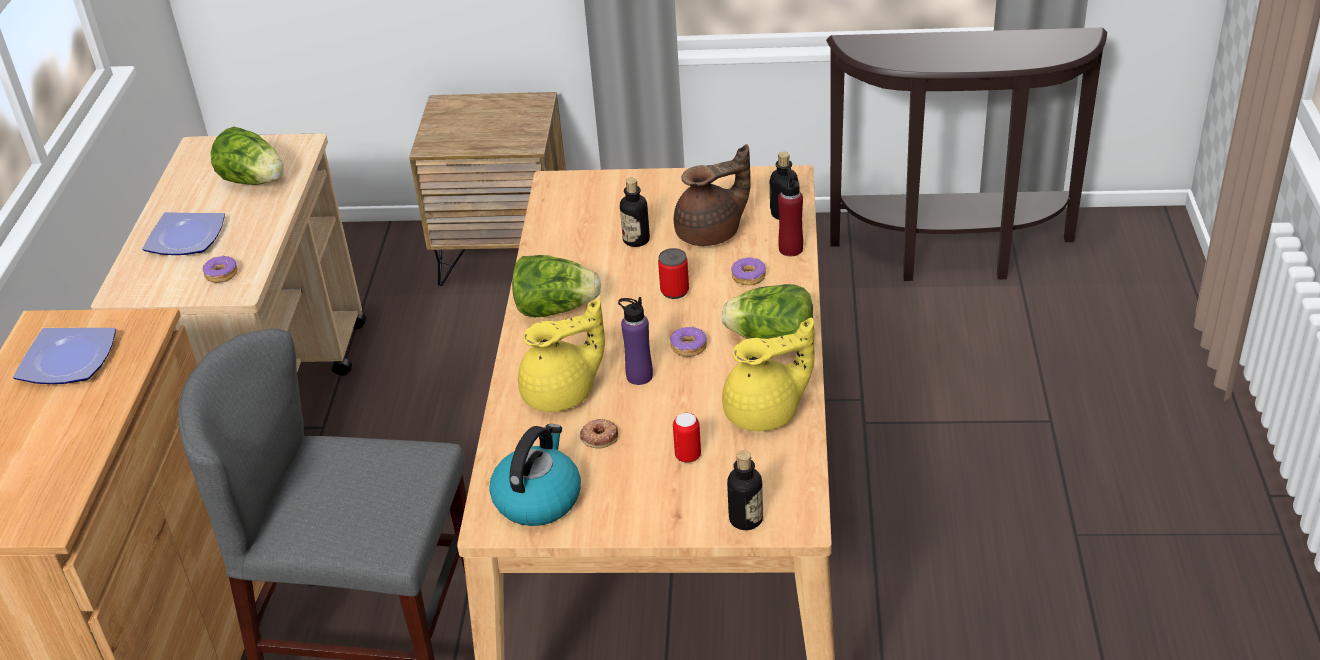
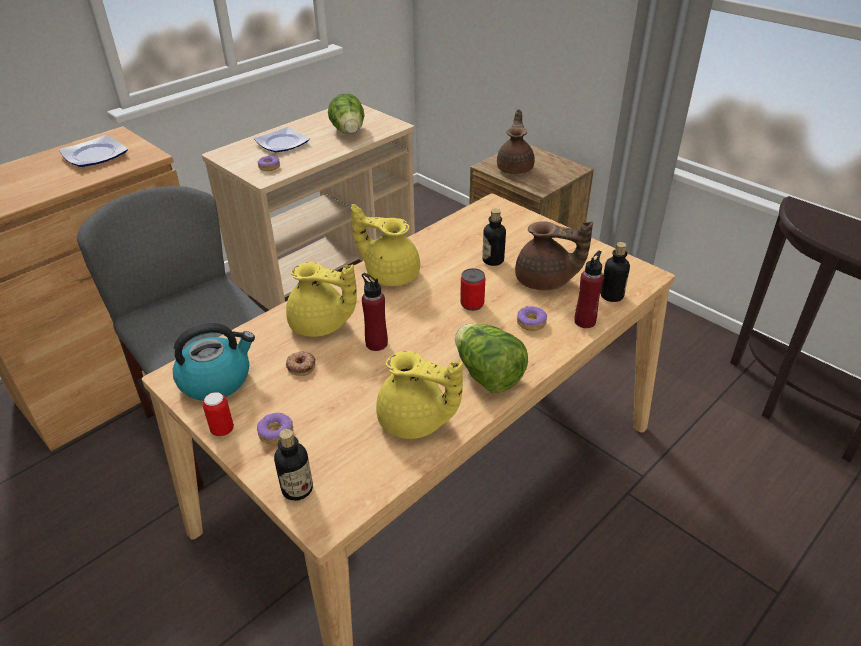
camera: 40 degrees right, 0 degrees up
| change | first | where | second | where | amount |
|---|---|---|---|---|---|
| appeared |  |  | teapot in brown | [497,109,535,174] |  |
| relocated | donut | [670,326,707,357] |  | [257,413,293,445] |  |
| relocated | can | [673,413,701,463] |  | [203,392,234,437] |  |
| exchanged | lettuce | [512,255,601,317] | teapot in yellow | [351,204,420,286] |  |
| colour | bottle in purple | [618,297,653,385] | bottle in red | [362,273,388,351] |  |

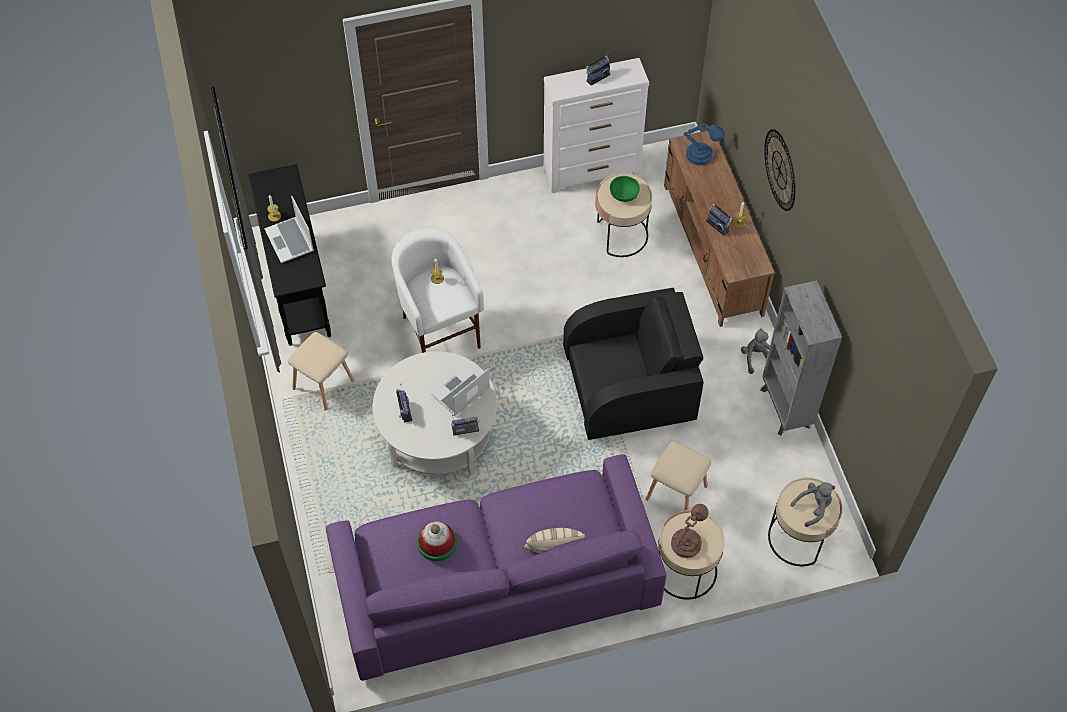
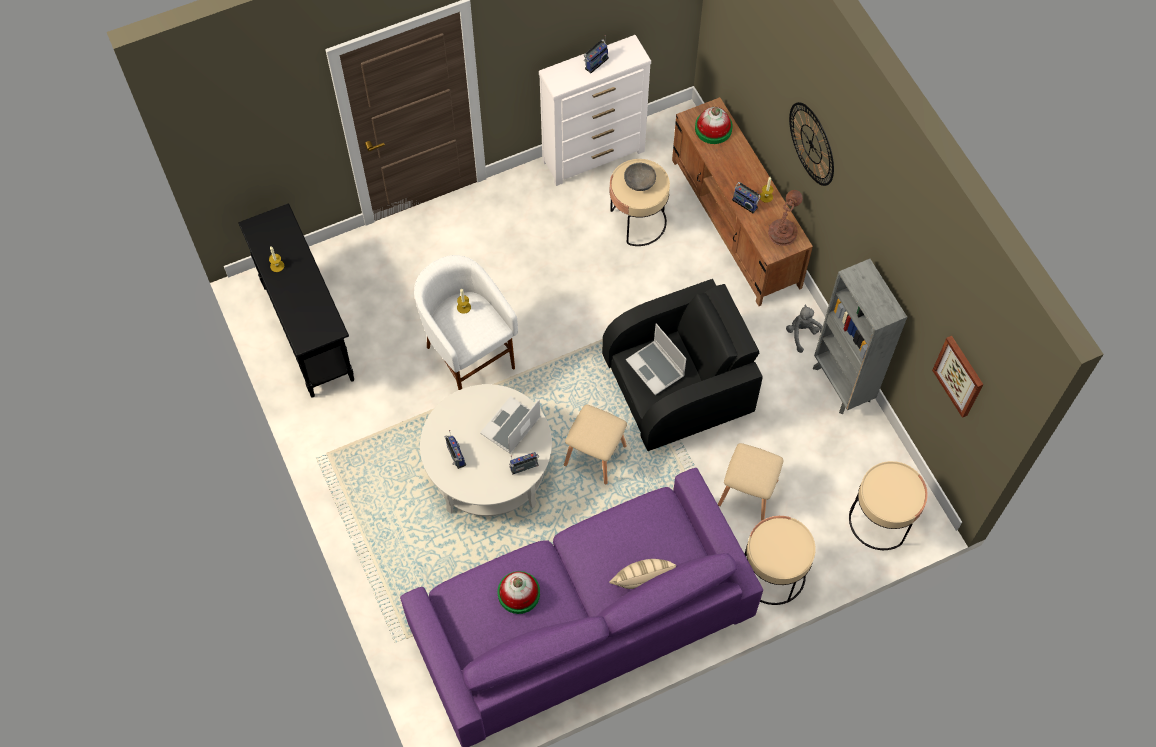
camera: 10 degrees left, 5 degrees up
| change | first | where | second | where | amount |
|---|---|---|---|---|---|
| missing | plush toy in grey | [790,482,835,527] |  |  |  |
| appeared |  |  | picture | [932,336,983,418] |  |
| relocated | laptop | [264,196,314,263] |  | [626,323,686,395] |  |
| relocated | stool in beige | [288,332,354,410] |  | [564,405,627,484] |  |
| relocated | table lamp in brown | [671,504,709,558] |  | [768,190,803,246] |  |
| exchanged | table lamp in blue | [684,123,725,166] | hat | [695,107,733,144] |  |
| colour | bowl in green | [610,176,640,202] | bowl in grey | [624,163,656,191] |  |

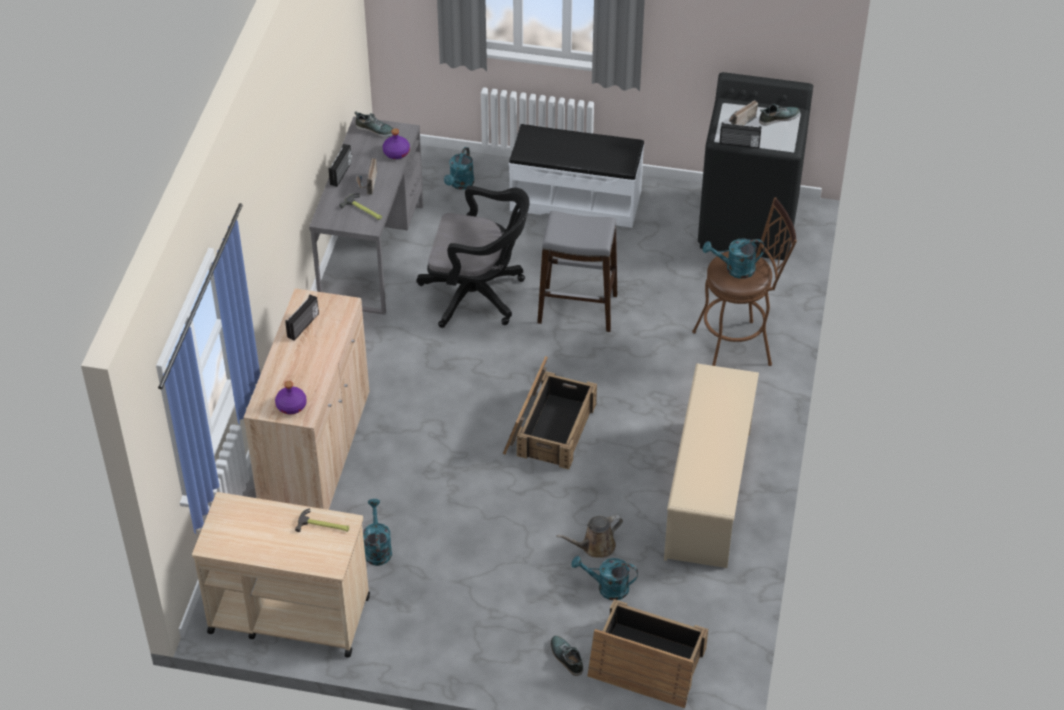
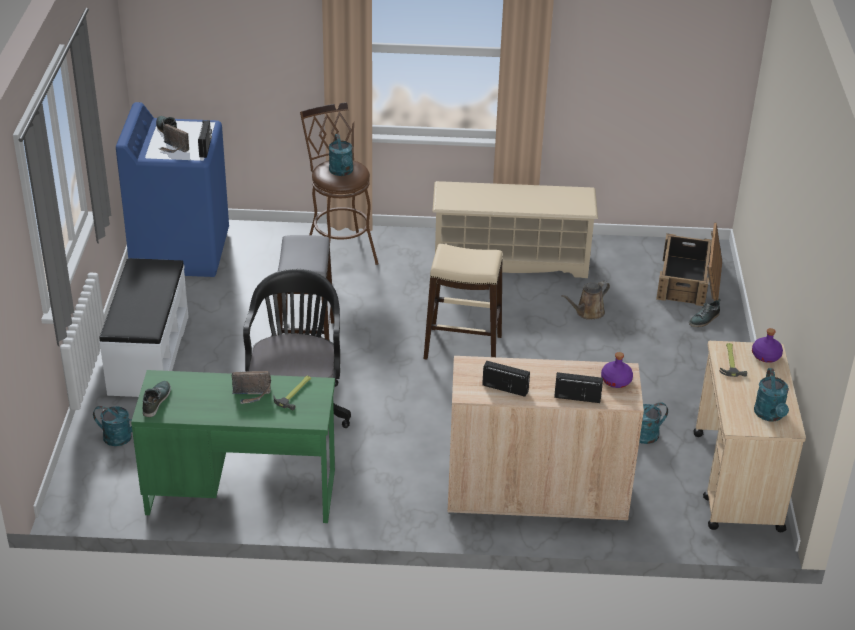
camera: 100 degrees left, 10 degrees down
| change | first | where | second | where | amount |
|---|---|---|---|---|---|
| relocated | radio | [329,144,352,187] |  | [554,372,603,403] |  |
| relocated | bottle in purple | [383,129,410,159] |  | [752,328,783,363] |  |
| relocated | watering can in turquoise | [572,556,638,600] |  | [754,368,789,422] |  |
| exchanged | crate | [503,356,597,469] | stool in beige | [424,244,503,359] |  |
| colour | desk in grey | [309,117,423,315] | desk in green | [131,370,335,523] |  |
| colour | washing machine in black | [698,72,813,260] | washing machine in blue | [116,102,229,277] |  |
| spun | watering can in brown | [556,515,623,558] |  | [561,281,610,320] | 90 degrees clockwise |

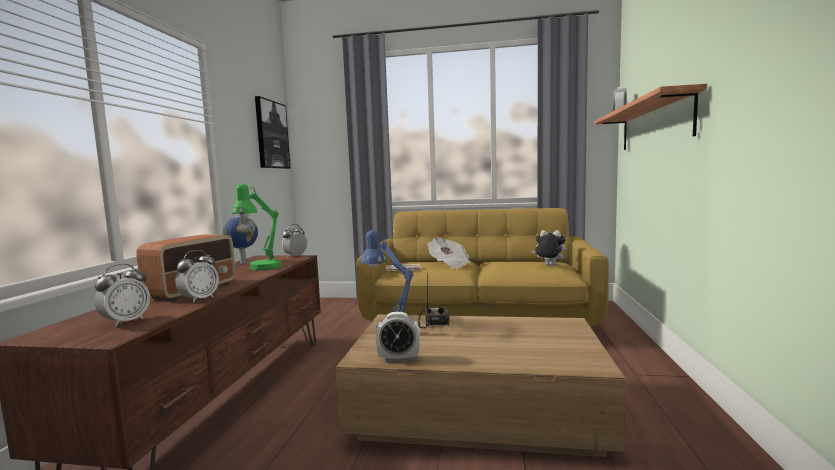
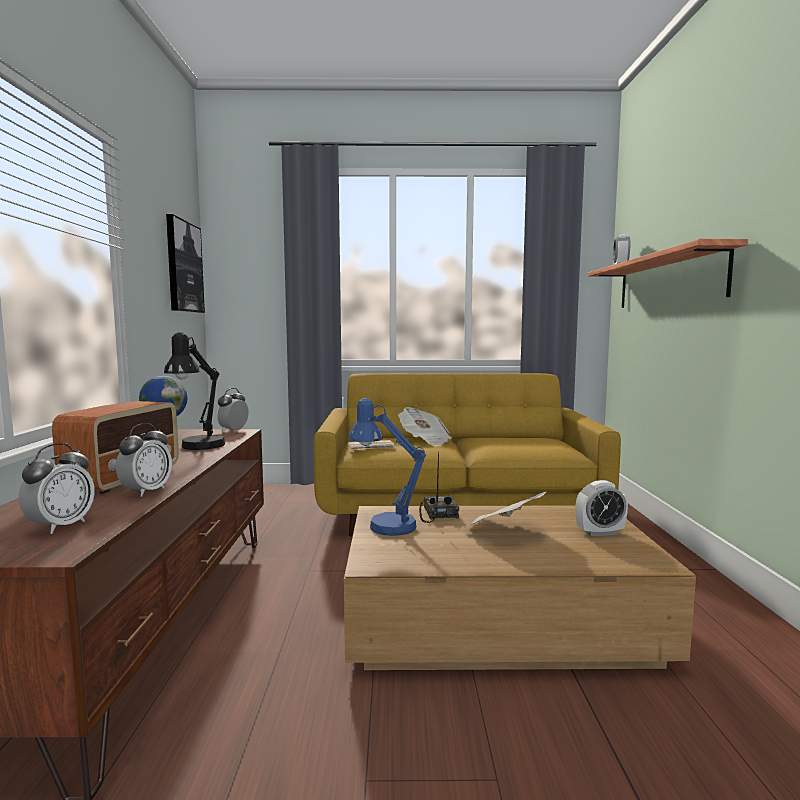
camera: 10 degrees left, 0 degrees up
| change | first | where | second | where | amount |
|---|---|---|---|---|---|
| missing | plush toy | [532,230,566,266] |  |  |  |
| appeared |  |  | newspaper | [469,492,546,525] |  |
| relocated | alarm clock | [376,312,420,362] |  | [576,480,628,536] |  |
| colour | table lamp in green | [231,183,281,270] | table lamp in black | [164,332,225,450] |  |

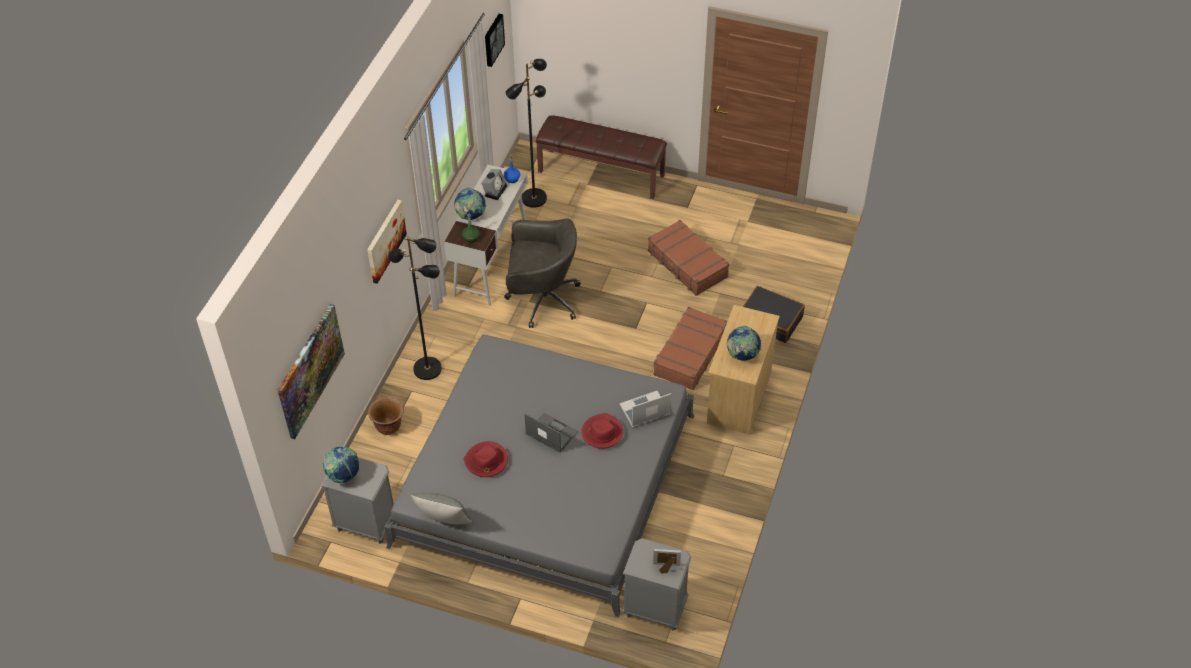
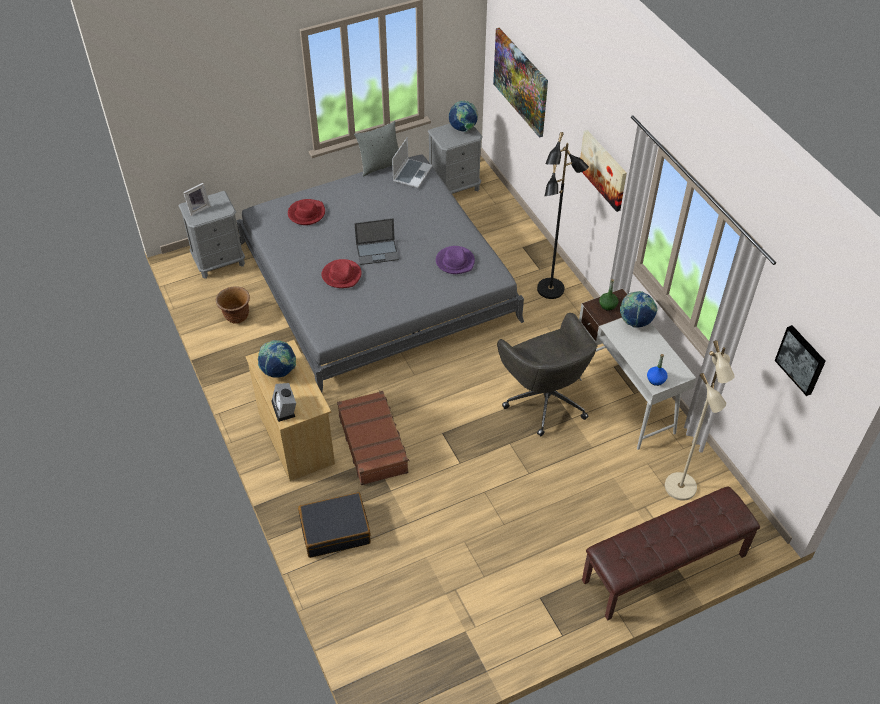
camera: 135 degrees right, 0 degrees up
| change | first | where | second | where | amount |
|---|---|---|---|---|---|
| missing | suitcase in brown | [648,220,730,296] |  |  |  |
| appeared |  |  | hat in purple | [436,246,475,274] |  |
| relocated | planter in brown | [368,396,404,435] |  | [216,286,250,324] |  |
| relocated | hat in red | [464,441,508,477] |  | [288,199,325,225] |  |
| relocated | alarm clock | [481,169,507,200] |  | [271,383,296,422] |  |
| relocated | laptop | [620,391,671,427] |  | [392,137,432,188] |  |
| colour | floor lamp in black | [506,59,547,208] | floor lamp in beige | [665,340,735,501] |  |
| spun | office chair in grey | [504,218,581,328] |  | [497,313,597,436] | 75 degrees counterclockwise |

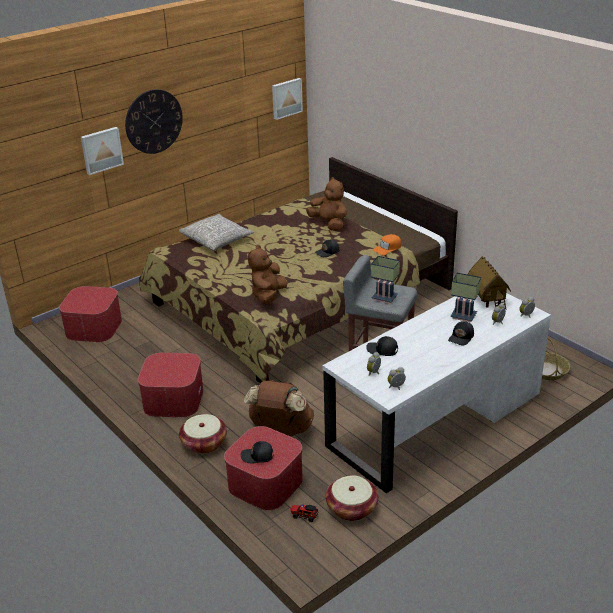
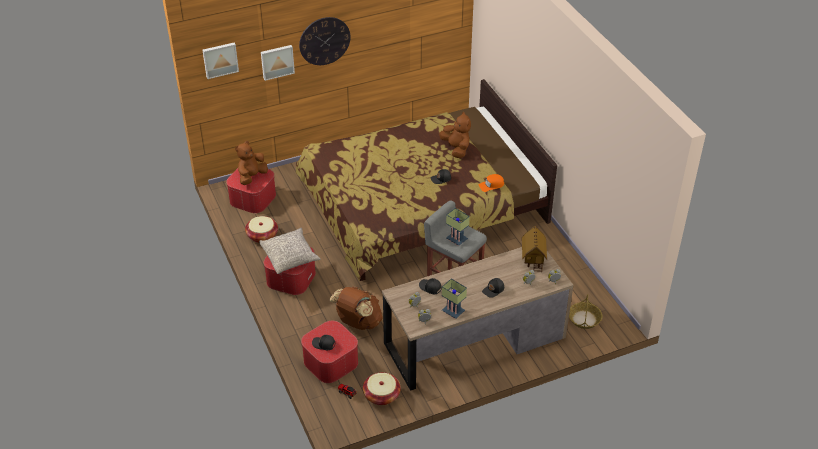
camera: 15 degrees right, 10 degrees up
| change | first | where | second | where | amount |
|---|---|---|---|---|---|
| relocated | pillow in grey | [179,214,254,251] |  | [259,228,321,274] |  |
| relocated | basket | [179,414,227,454] |  | [245,216,278,243] |  |
| relocated | plush toy in brown | [248,245,287,304] |  | [235,141,268,185] |  |
| relocated | picture | [272,78,303,120] |  | [203,43,239,79] |  |
| relocated | table lamp | [450,273,481,322] |  | [442,279,467,319] |  |
| colour | desk in white | [322,293,551,494] | desk in brown | [382,247,573,391] |  |

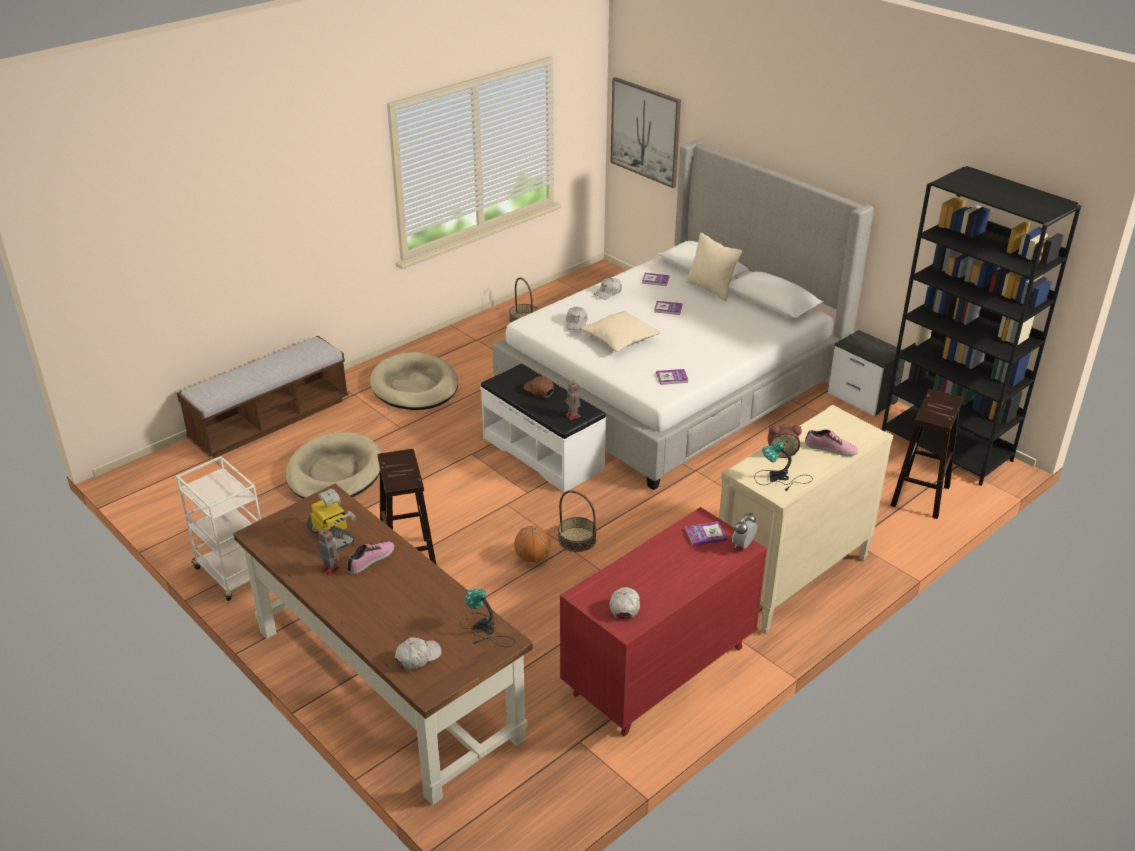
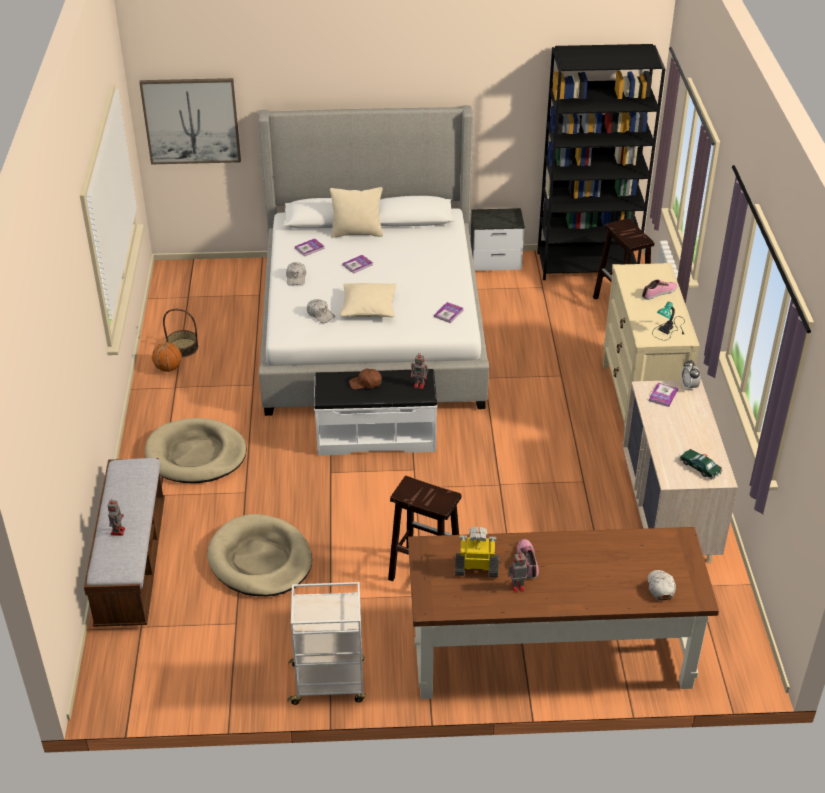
camera: 50 degrees left, 5 degrees up
| change | first | where | second | where | amount |
|---|---|---|---|---|---|
| missing | table lamp | [460,589,515,647] |  |  |  |
| missing | basket | [558,490,597,552] |  |  |  |
| missing | alarm clock | [767,425,802,458] |  |  |  |
| appeared |  |  | toy robot | [108,499,125,536] |  |
| relocated | basketball | [514,526,551,563] |  | [152,342,182,372] |  |
| exchanged | cap in white | [609,587,640,619] | toy car | [679,449,723,479] |  |
| colour | dresser in red | [560,507,767,736] | dresser in beige | [623,380,738,564] |  |

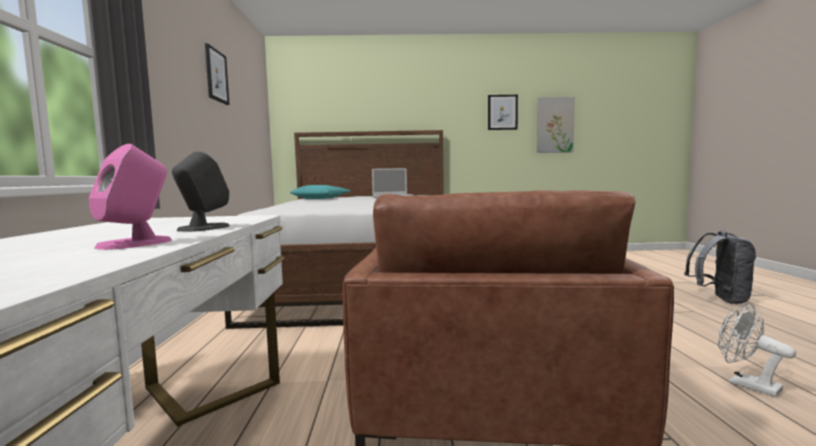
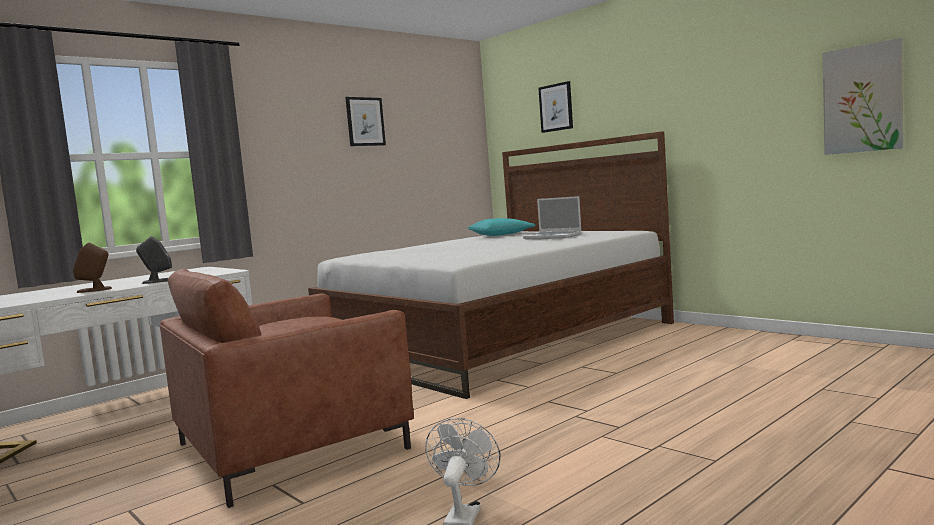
camera: 50 degrees right, 0 degrees up
| change | first | where | second | where | amount |
|---|---|---|---|---|---|
| missing | backpack in grey | [684,230,756,304] |  |  |  |
| relocated | picture | [488,95,518,130] |  | [538,81,573,133] |  |
| colour | speaker in pink | [89,144,172,250] | speaker in brown | [73,243,112,293] |  |

